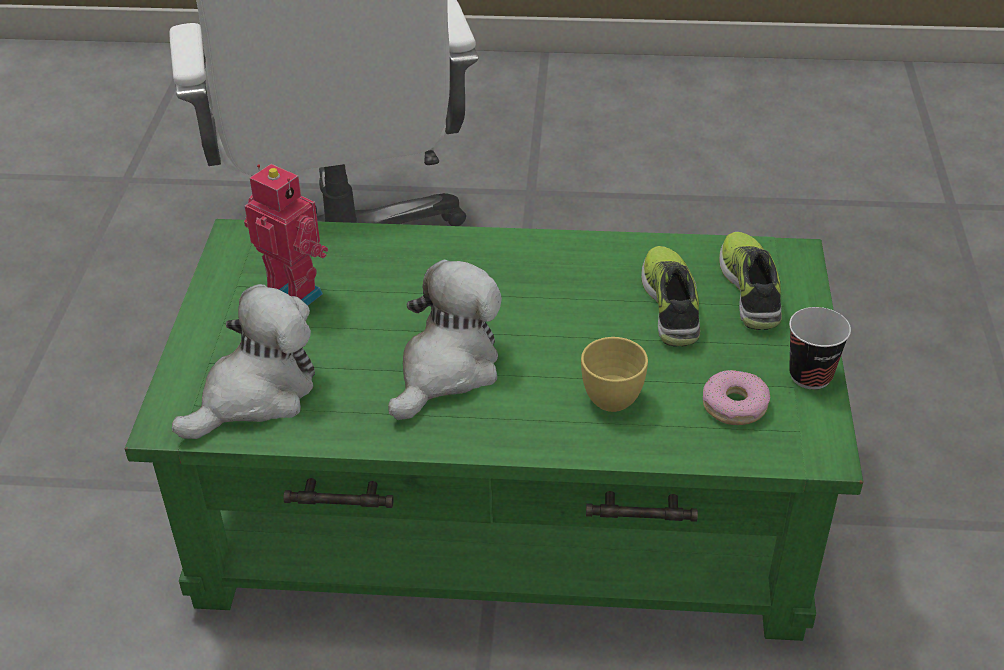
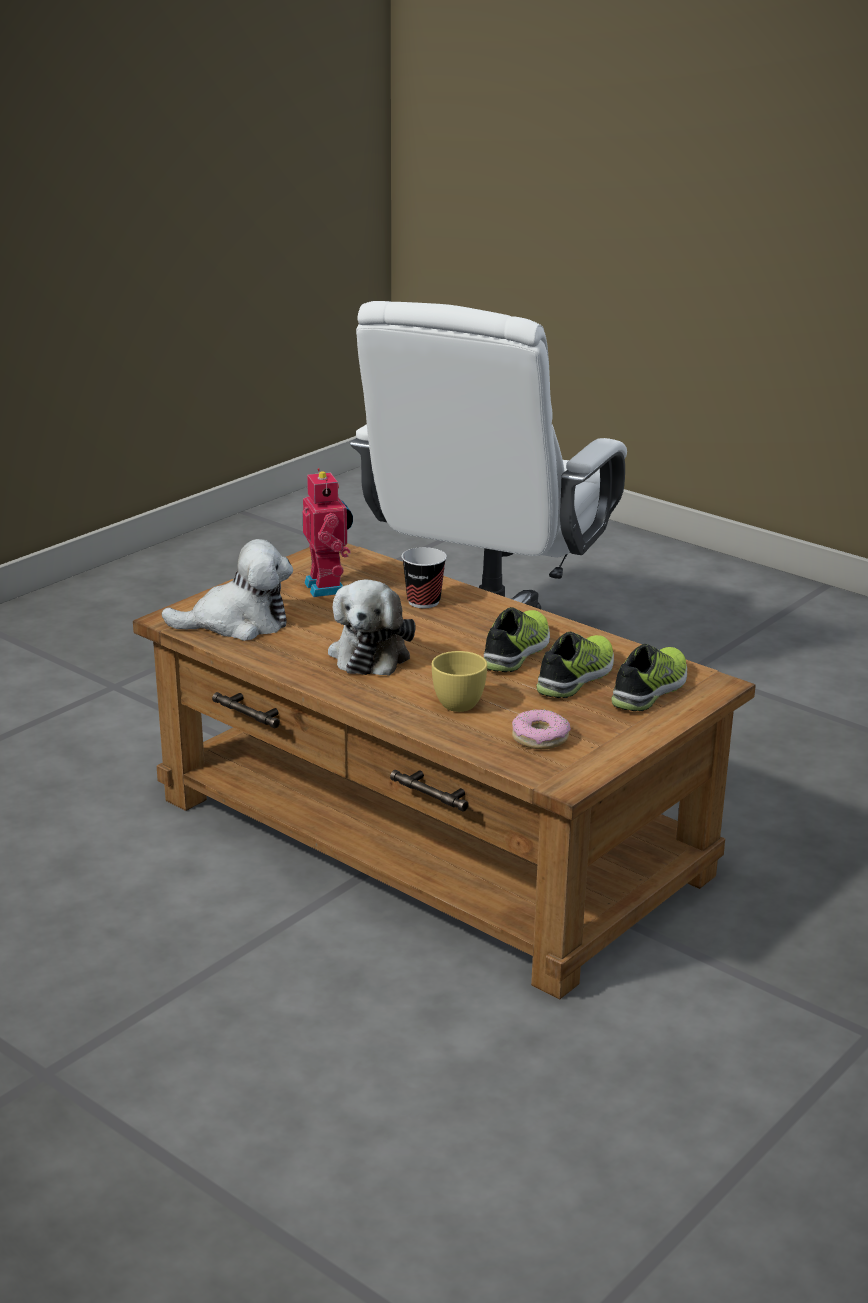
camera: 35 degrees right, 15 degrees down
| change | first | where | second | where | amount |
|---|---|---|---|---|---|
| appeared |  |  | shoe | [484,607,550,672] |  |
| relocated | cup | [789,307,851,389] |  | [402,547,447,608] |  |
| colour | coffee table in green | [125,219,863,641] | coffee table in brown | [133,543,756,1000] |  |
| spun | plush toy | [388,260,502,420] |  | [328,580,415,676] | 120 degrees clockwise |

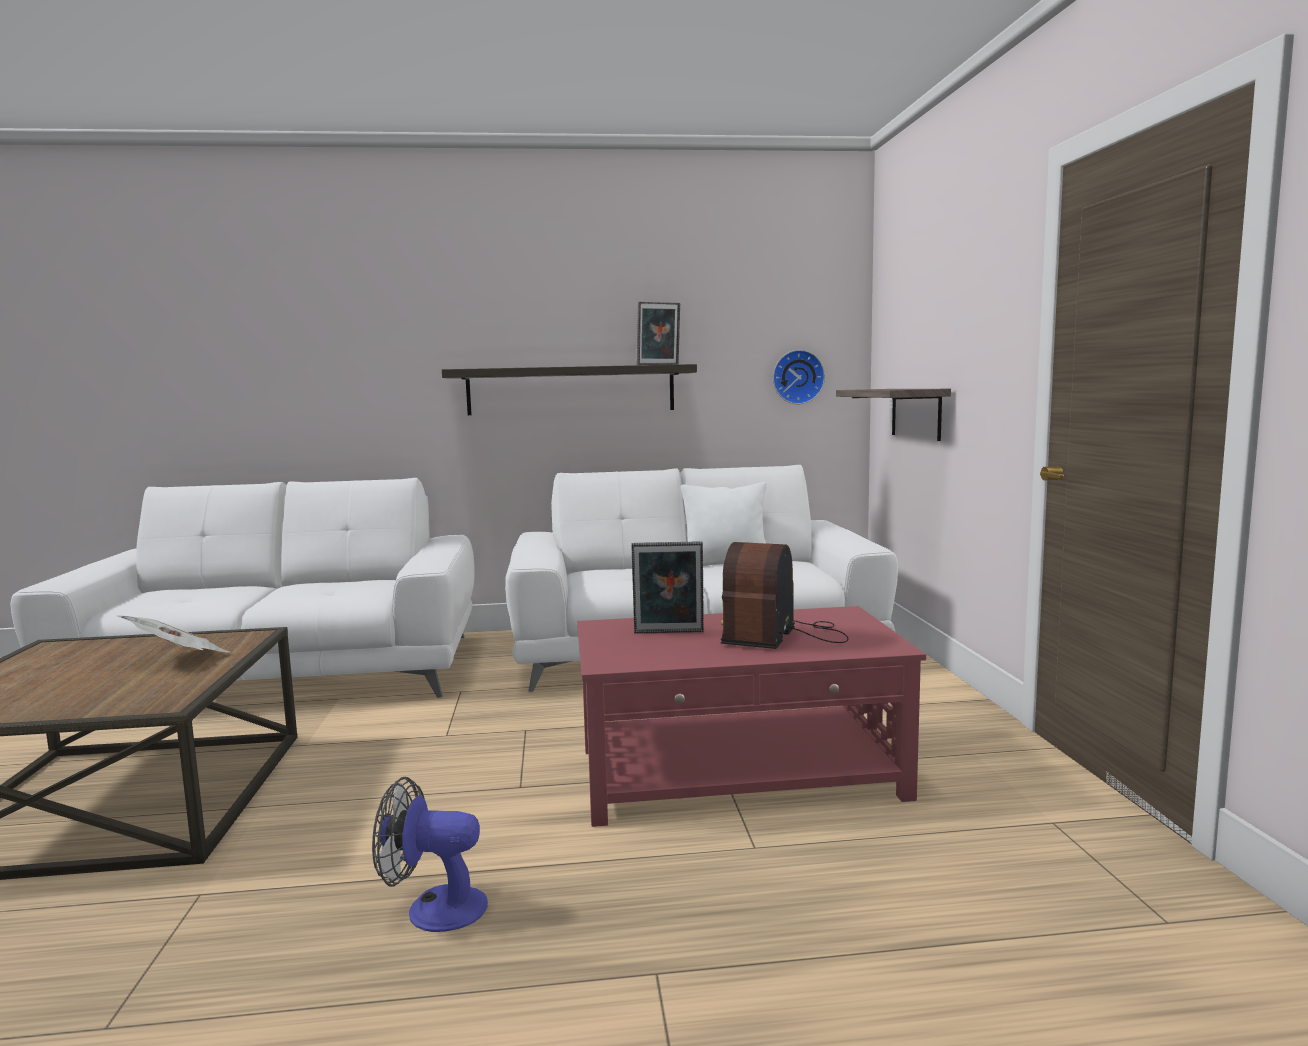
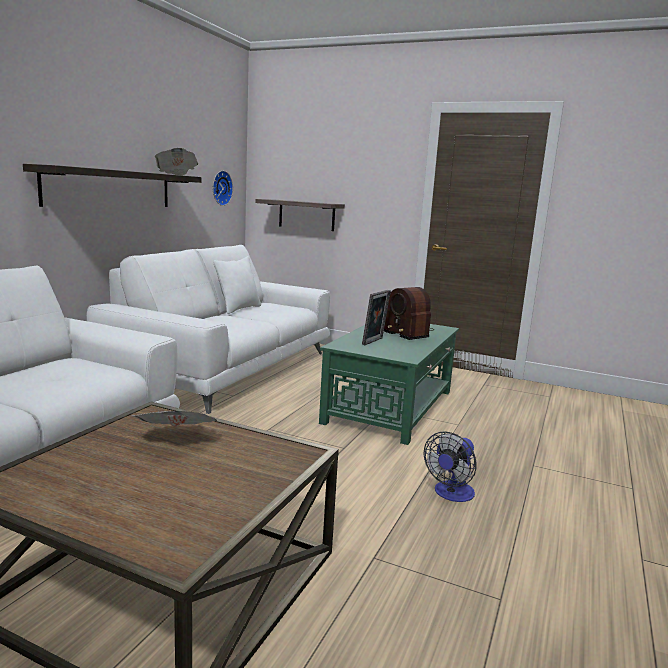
camera: 60 degrees left, 5 degrees up
| change | first | where | second | where | amount |
|---|---|---|---|---|---|
| exchanged | picture frame | [637,302,680,365] | newspaper | [155,148,198,175] |  |
| colour | coffee table in red | [577,606,926,827] | coffee table in green | [319,324,459,445] |  |

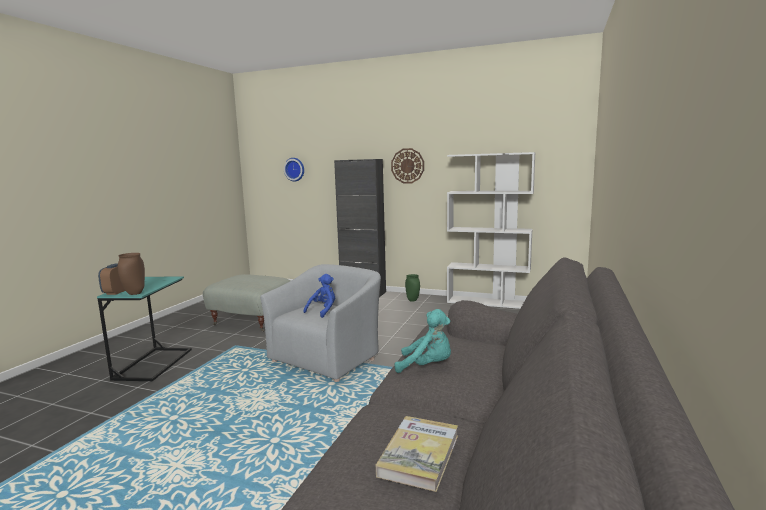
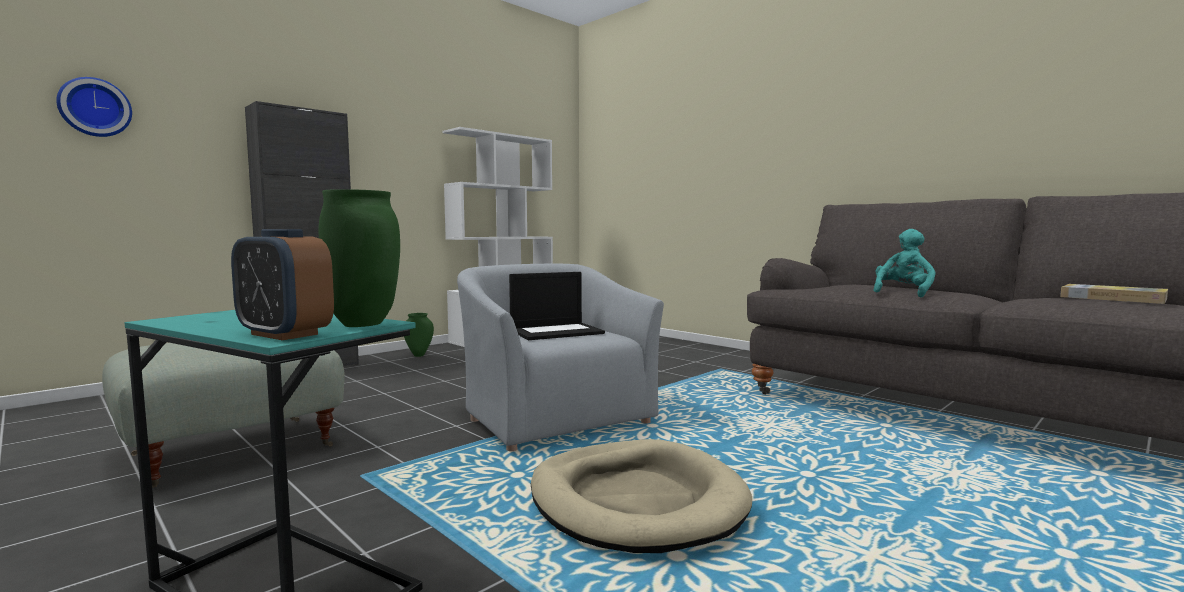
camera: 65 degrees left, 5 degrees down
| change | first | where | second | where | amount |
|---|---|---|---|---|---|
| missing | wall clock | [391,148,424,183] |  |  |  |
| appeared |  |  | dog bed in beige | [531,439,752,553] |  |
| exchanged | plush toy in blue | [303,274,335,318] | laptop | [509,272,605,340] |  |
| colour | vase in brown | [118,253,145,295] | vase in green | [319,189,400,327] |  |

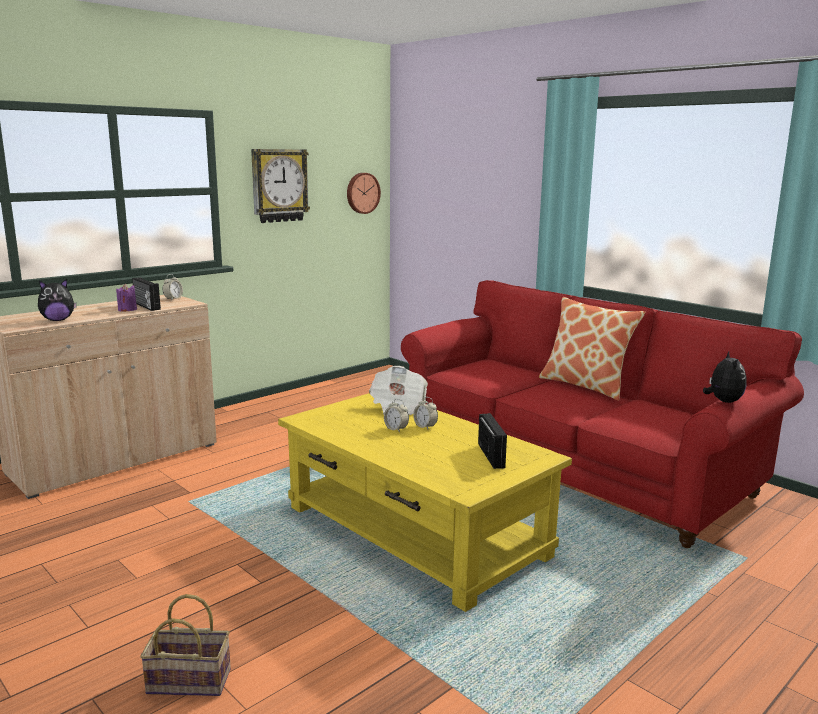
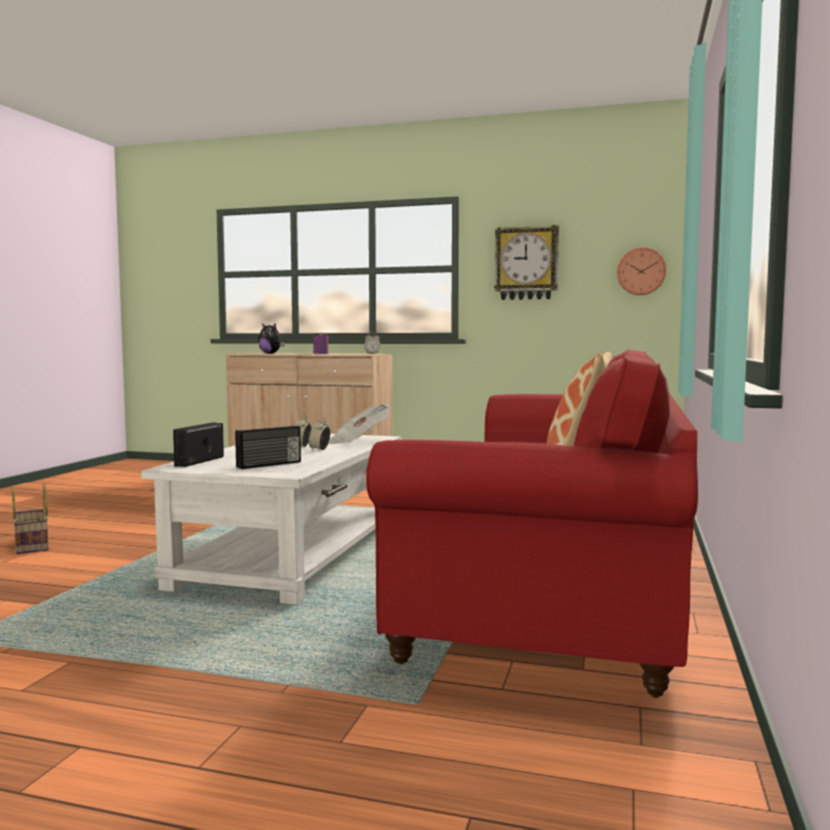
camera: 60 degrees right, 10 degrees down
| change | first | where | second | where | amount |
|---|---|---|---|---|---|
| missing | plush toy | [703,352,747,403] |  |  |  |
| relocated | radio | [132,277,161,311] |  | [173,423,224,467] |  |
| colour | coffee table in yellow | [278,393,572,612] | coffee table in white | [141,434,402,605] |  |

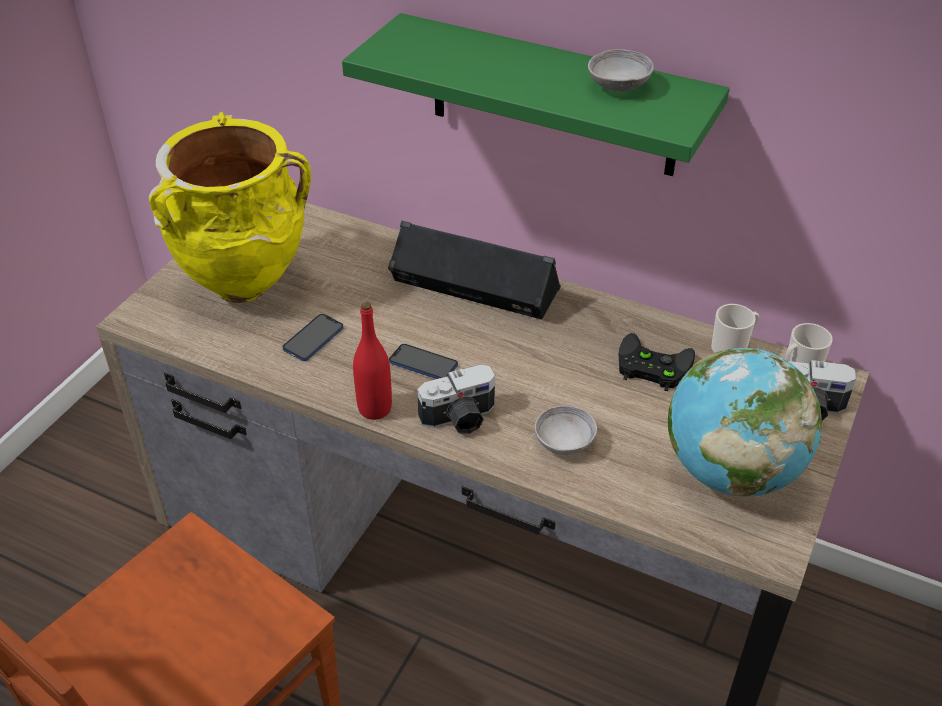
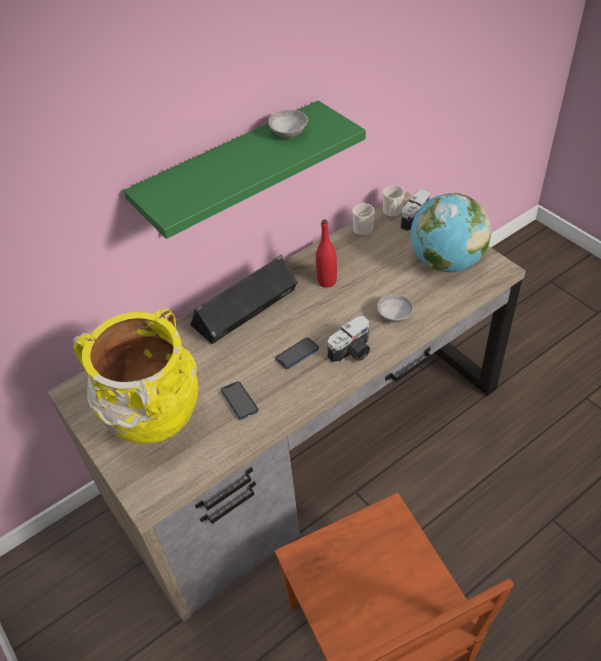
camera: 60 degrees left, 5 degrees up
| change | first | where | second | where | amount |
|---|---|---|---|---|---|
| missing | game controller in black | [619,333,695,391] |  |  |  |
| relocated | bottle in red | [353,302,392,420] |  | [316,219,337,287] |  |
| spun | photo camera | [417,364,495,434] |  | [327,316,370,363] | 45 degrees clockwise |

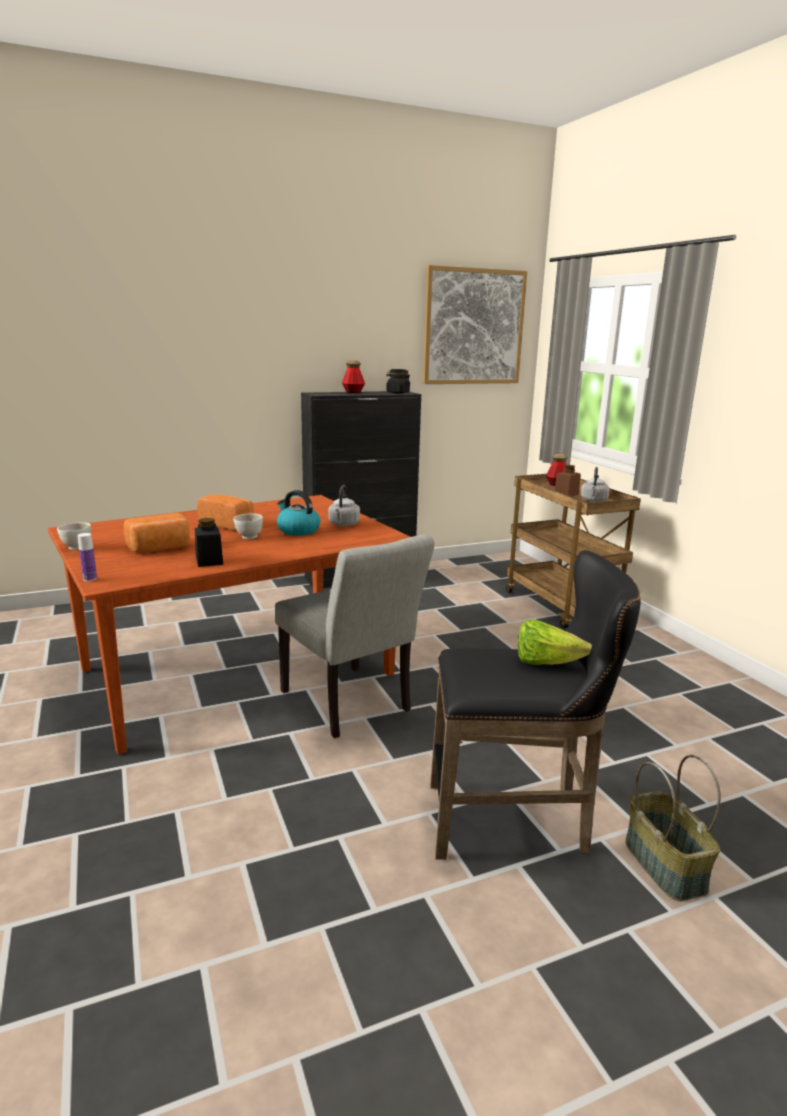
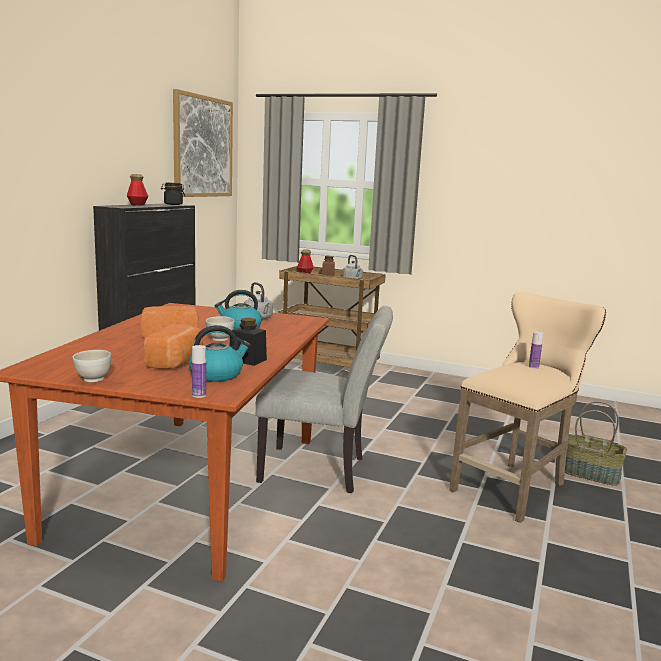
camera: 45 degrees left, 5 degrees down
| change | first | where | second | where | amount |
|---|---|---|---|---|---|
| appeared |  |  | kettle | [189,325,251,382] |  |
| exchanged | lettuce | [518,619,592,665] | bottle | [529,332,543,369] |  |
| colour | stool in black | [430,550,641,860] | stool in beige | [449,292,606,523] |  |

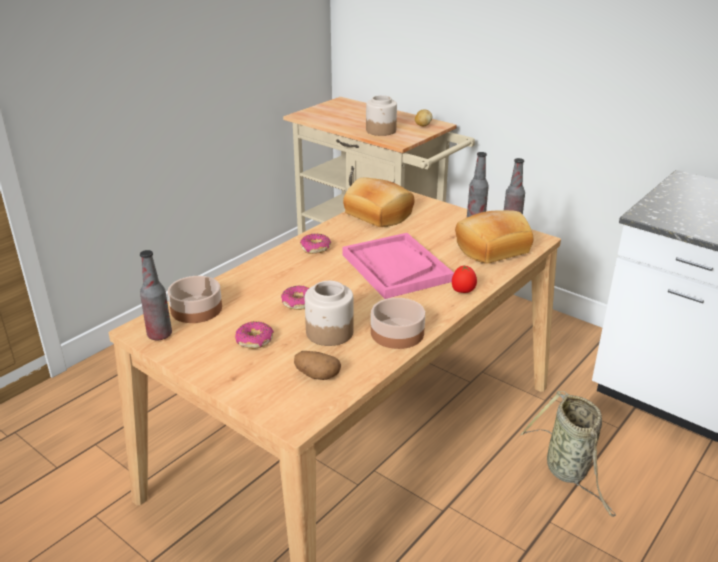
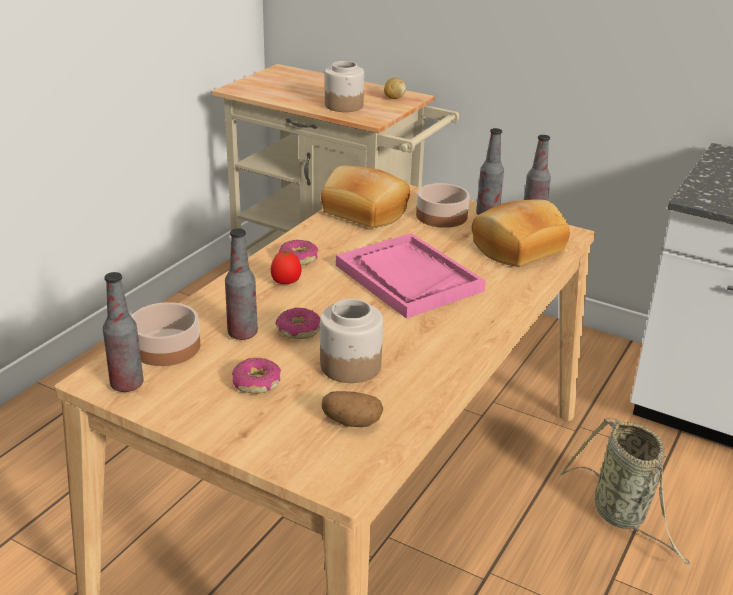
camera: 10 degrees left, 0 degrees up
| change | first | where | second | where | amount |
|---|---|---|---|---|---|
| appeared |  |  | bottle | [225,228,258,340] |  |
| relocated | bowl | [371,298,425,349] |  | [416,183,470,228] |  |
| relocated | tomato | [452,266,477,293] |  | [271,250,302,284] |  |

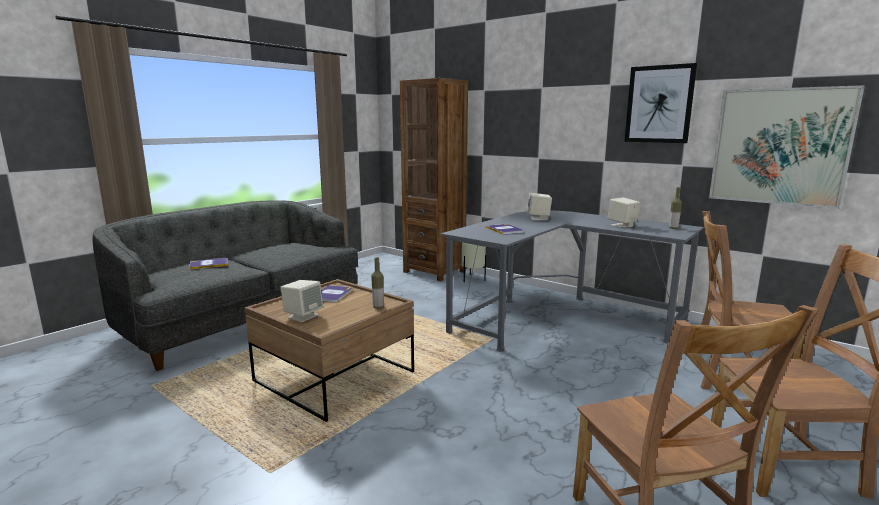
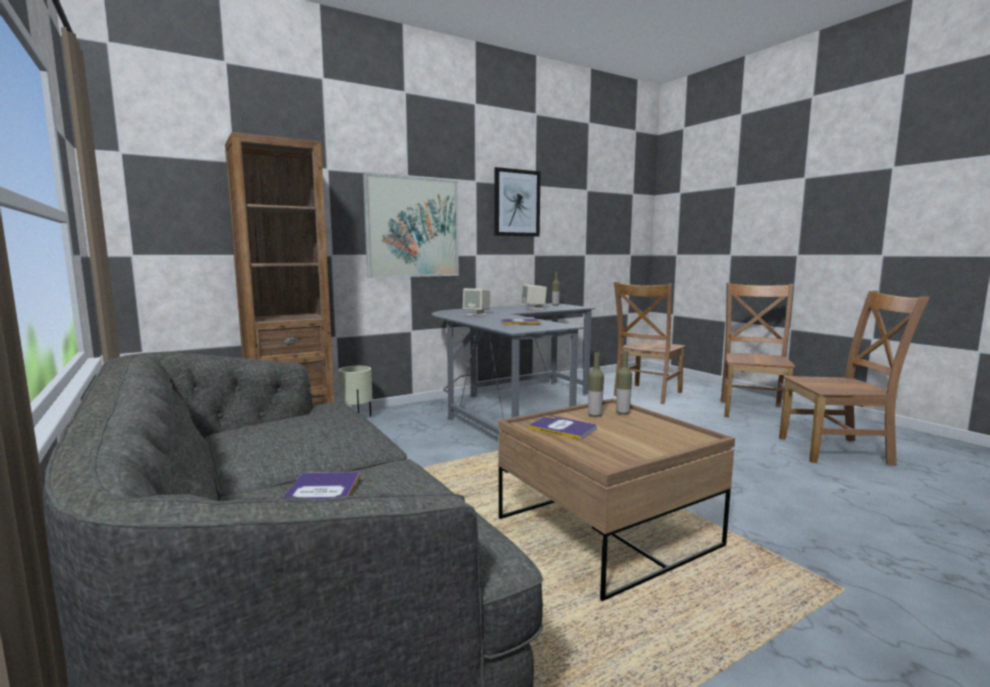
camera: 70 degrees left, 5 degrees down
| change | first | where | second | where | amount |
|---|---|---|---|---|---|
| missing | speaker in beige | [280,280,323,322] |  |  |  |
| appeared |  |  | bottle | [588,352,604,417] |  |
| relocated | picture | [709,85,865,209] |  | [363,173,459,278] |  |

